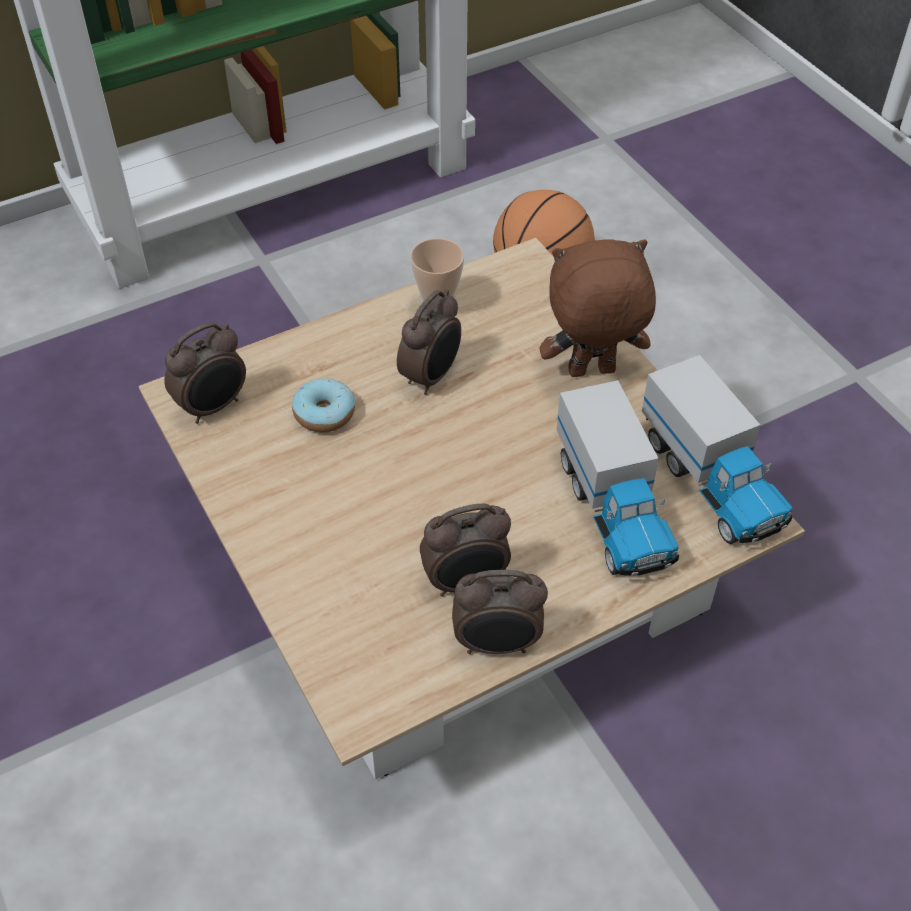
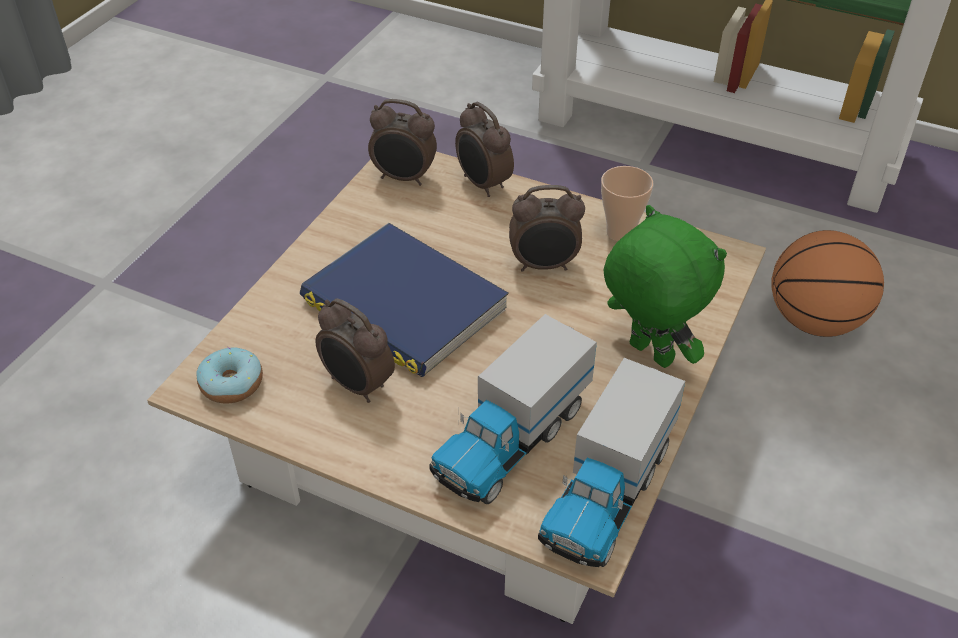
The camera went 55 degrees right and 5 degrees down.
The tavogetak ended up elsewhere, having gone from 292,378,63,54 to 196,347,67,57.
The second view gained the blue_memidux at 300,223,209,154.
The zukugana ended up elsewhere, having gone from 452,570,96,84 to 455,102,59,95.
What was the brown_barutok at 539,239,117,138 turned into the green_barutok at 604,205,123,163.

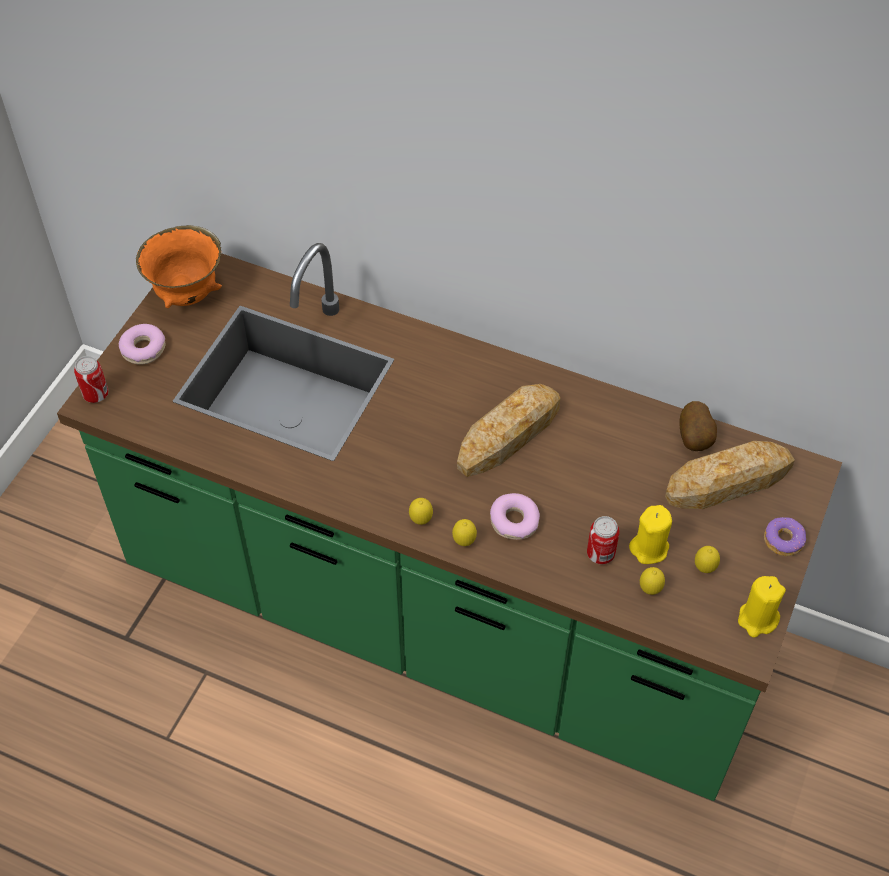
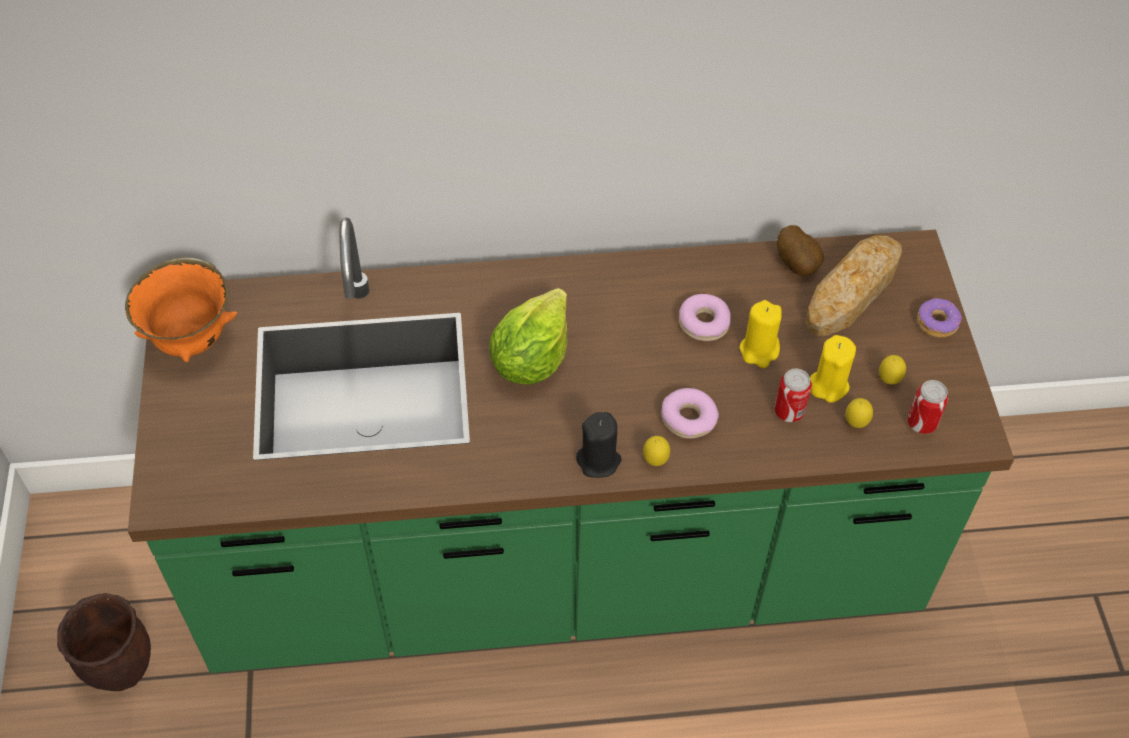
The camera went 30 degrees left and 0 degrees up.
The second view gained the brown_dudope at 57,593,94,98.
The second view gained the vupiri at 489,288,78,97.
Where the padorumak stood at 409,498,24,27, the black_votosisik came to stand at 576,412,46,66.
The tavogetak ended up elsewhere, having gone from 119,324,47,41 to 679,294,52,47.
The yellow_votosisik ended up elsewhere, having gone from 738,576,48,62 to 739,300,43,68.
The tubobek ended up elsewhere, having gone from 74,356,35,47 to 907,380,41,54.
The second view lost the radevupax at 457,384,103,93.

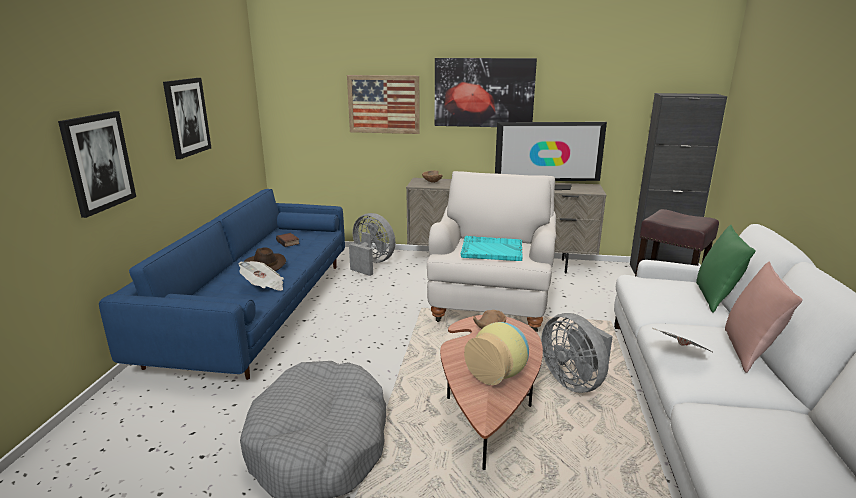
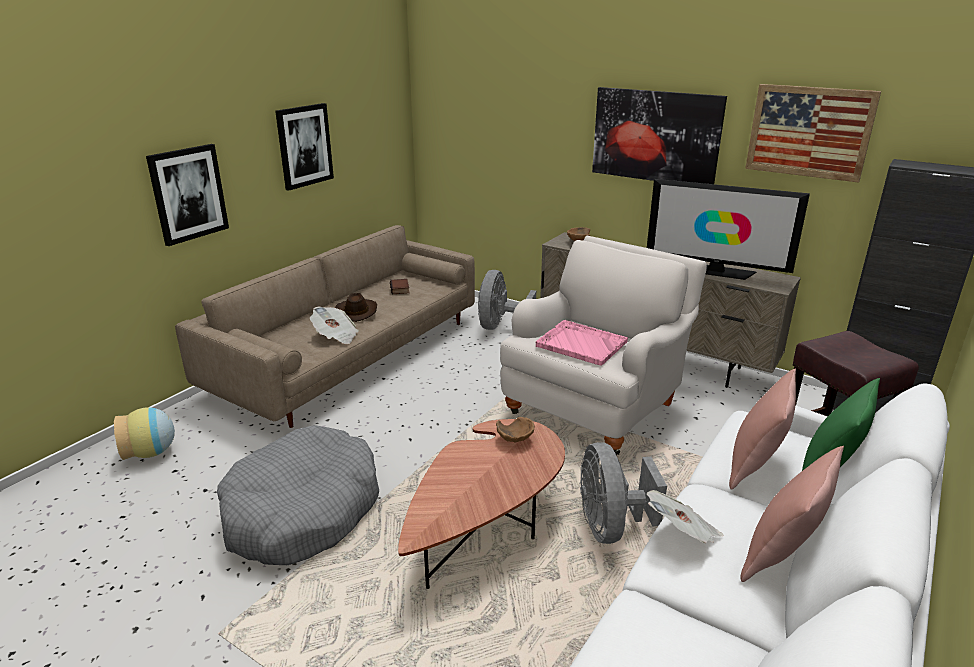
The camera went 25 degrees right and 5 degrees up.
The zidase ended up elsewhere, having gone from 464,322,65,63 to 114,407,61,53.
What was the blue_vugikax at 99,189,246,191 turned into the beige_vugikax at 175,225,300,203.
The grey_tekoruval at 349,213,47,63 ended up facing another way, 135 degrees counterclockwise from before.
What was the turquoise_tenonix at 461,236,62,25 turned into the pink_tenonix at 535,320,93,46.
The second view gained the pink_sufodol at 729,368,67,122.
The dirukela ended up elsewhere, having gone from 347,75,73,59 to 745,84,136,99.

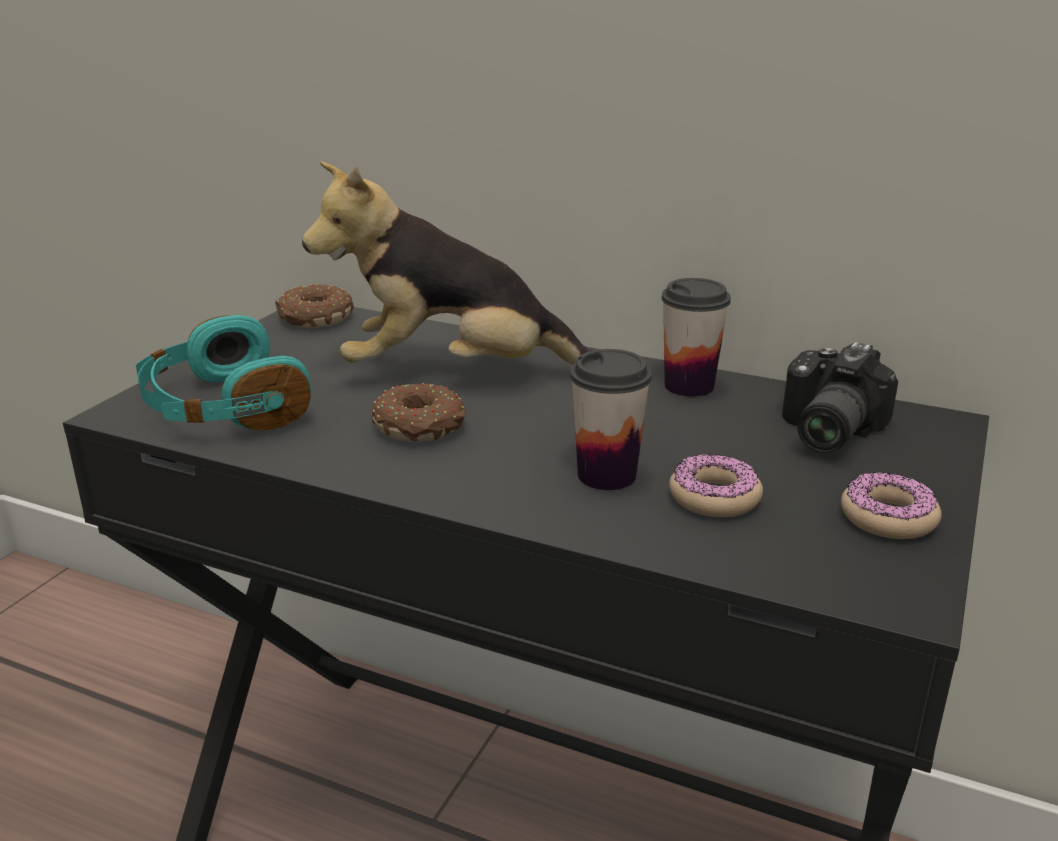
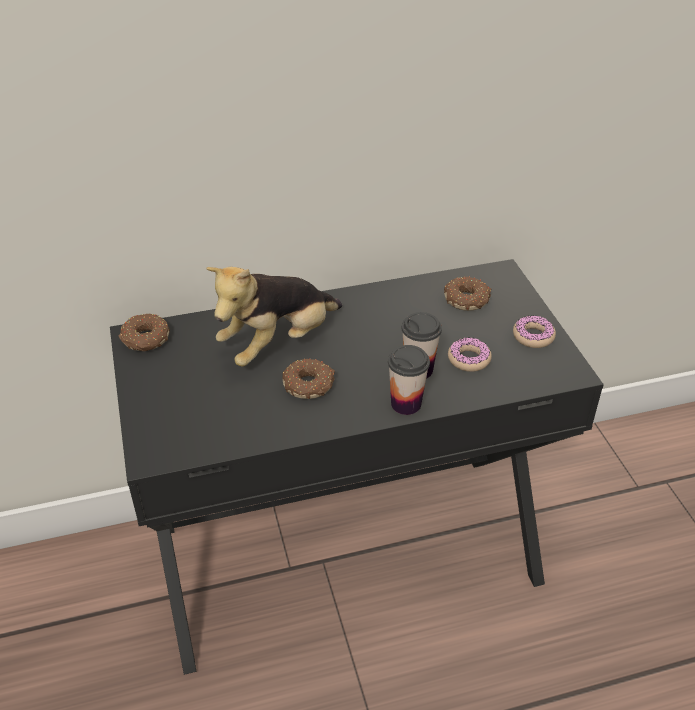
The camera went 40 degrees left and 15 degrees up.
The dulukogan ended up elsewhere, having gone from 662,278,69,119 to 388,345,42,70.
Where the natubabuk stood at 782,342,116,111, the tavogetak came to stand at 444,276,47,35.
The second view lost the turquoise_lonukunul at 136,315,175,116.

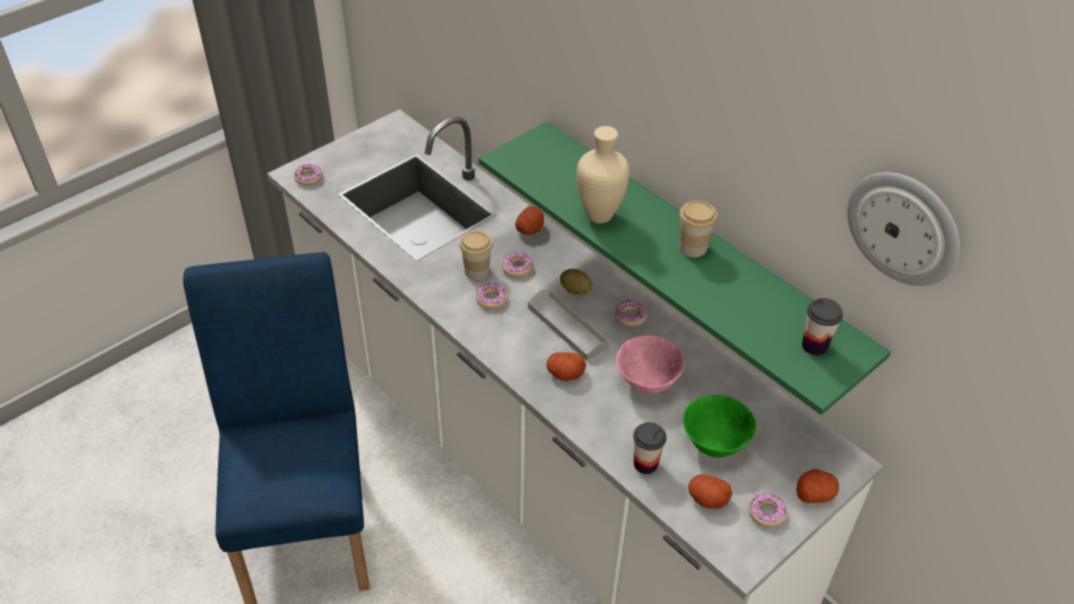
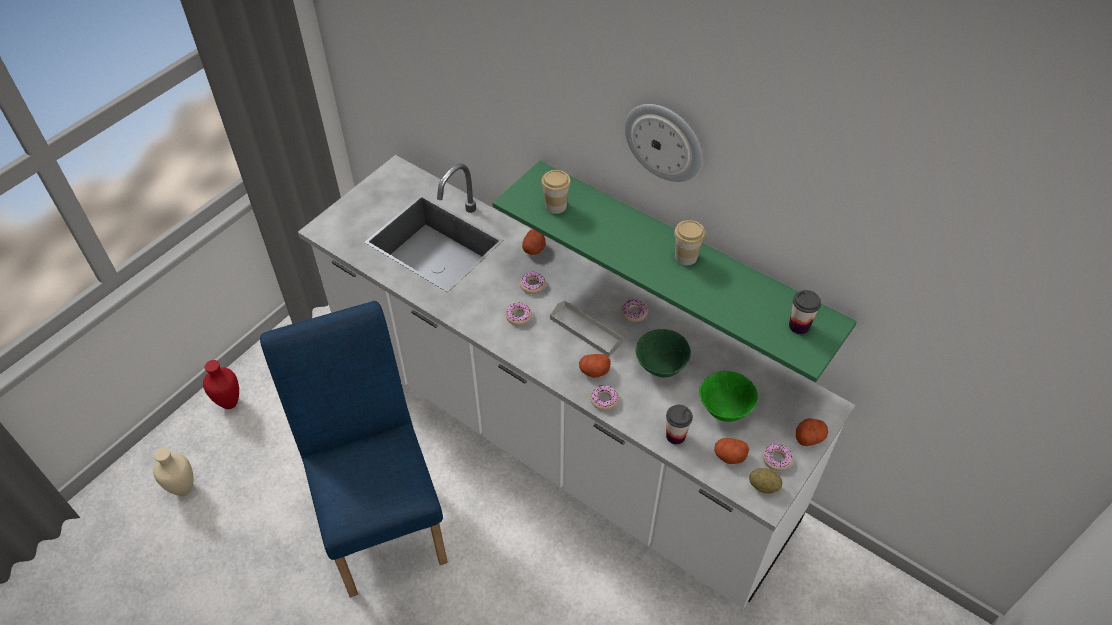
The camera went 10 degrees left and 5 degrees up.
The beige_zidase ended up elsewhere, having gone from 577,126,53,97 to 153,447,41,49.
The second view gained the red_zidase at 203,360,36,49.
The dulukogan ended up elsewhere, having gone from 459,231,34,49 to 541,170,30,44.
The tavogetak ended up elsewhere, having gone from 294,164,29,22 to 590,385,29,25.
The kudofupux ended up elsewhere, having gone from 847,172,113,114 to 625,104,77,78.
What was the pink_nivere at 616,335,69,59 turned into the green_nivere at 636,329,55,48.
The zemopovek ended up elsewhere, having gone from 560,269,32,26 to 749,468,33,25.

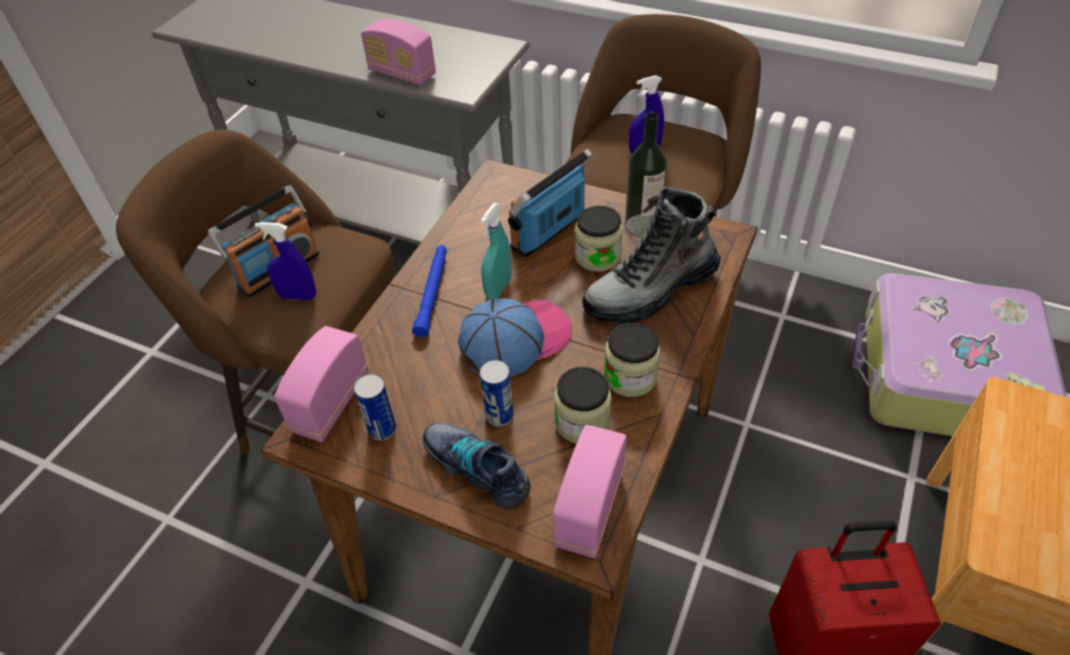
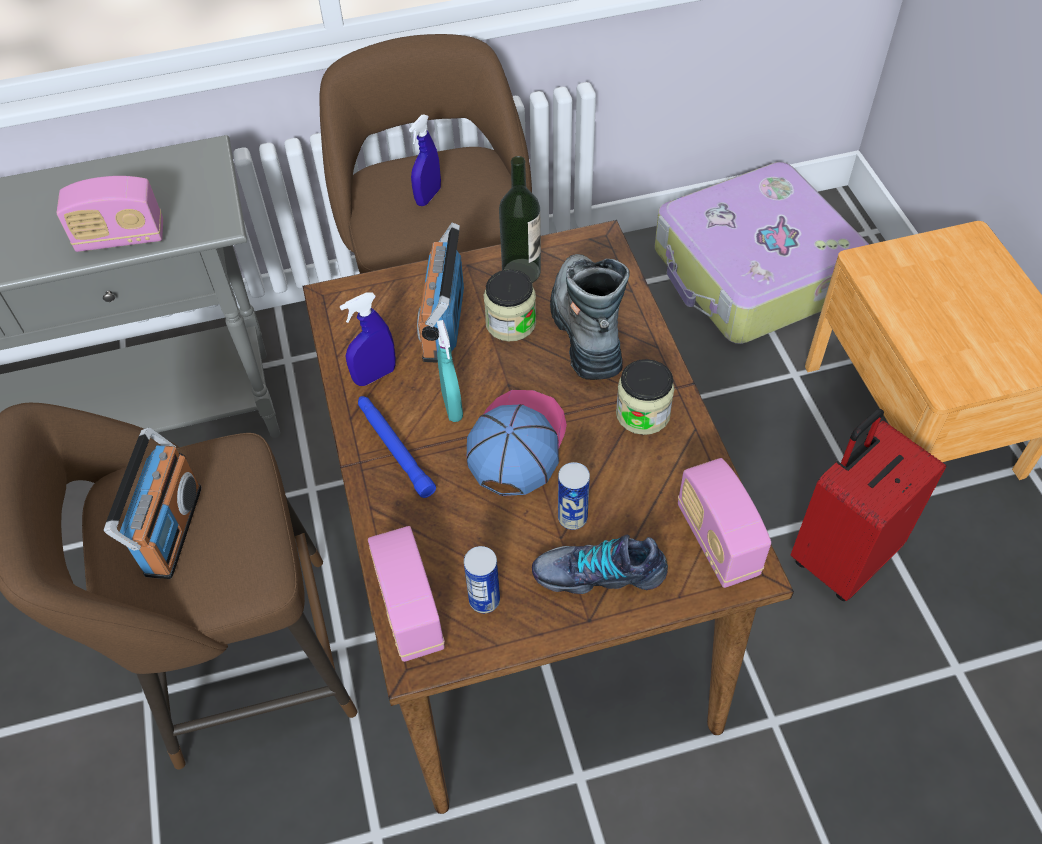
The camera went 40 degrees left and 5 degrees up.
The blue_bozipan ended up elsewhere, having gone from 255,222,61,78 to 340,292,56,94.
The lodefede at 582,187,139,137 ended up facing another way, 150 degrees clockwise from before.
The second view lost the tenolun at 554,367,58,76.

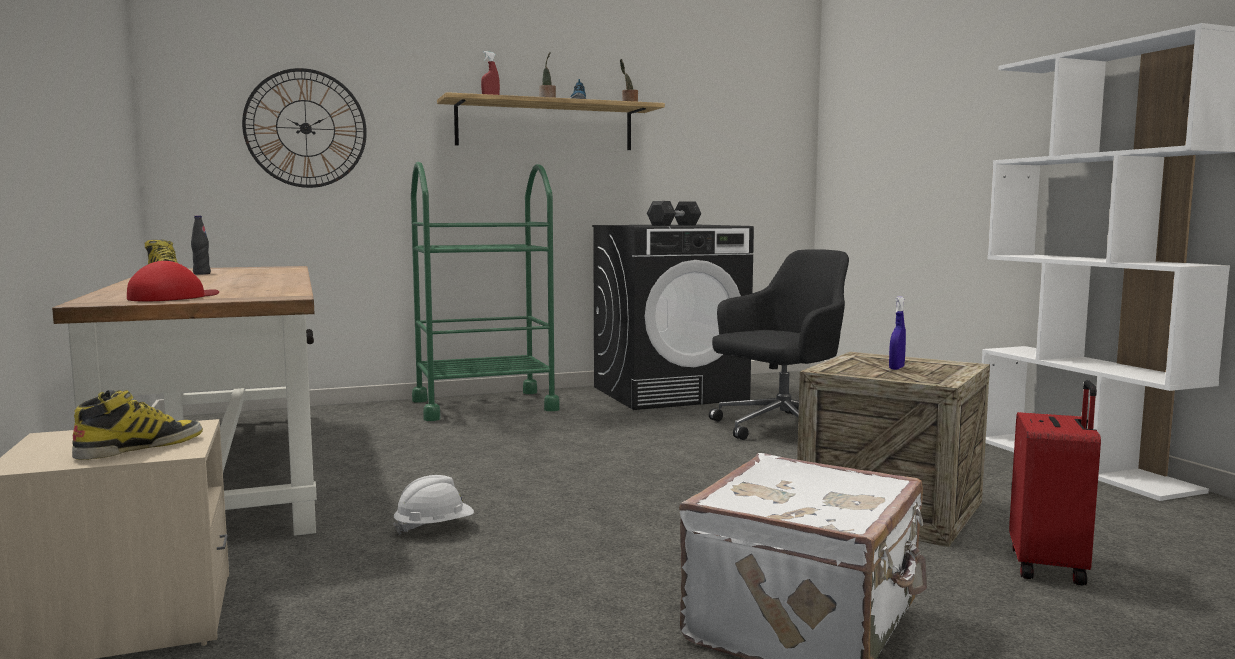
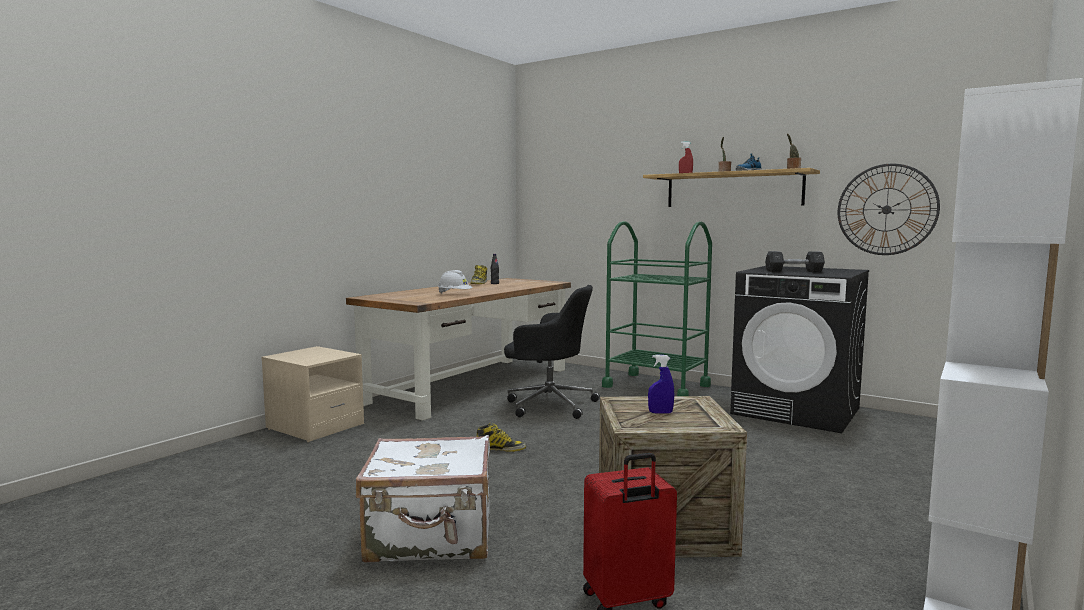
The camera went 55 degrees right and 0 degrees up.
The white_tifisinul ended up elsewhere, having gone from 393,475,81,60 to 438,270,35,24.
The lodefede ended up elsewhere, having gone from 72,390,131,70 to 476,423,50,29.
The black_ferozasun ended up elsewhere, having gone from 709,249,140,191 to 504,285,96,134.
The kudofupux ended up elsewhere, having gone from 242,68,125,120 to 838,164,102,91.
The second view lost the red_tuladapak at 127,261,92,40.

